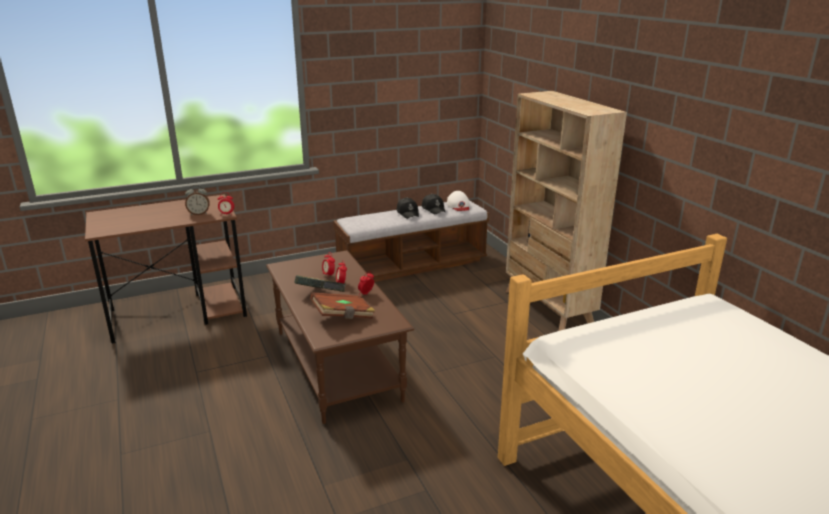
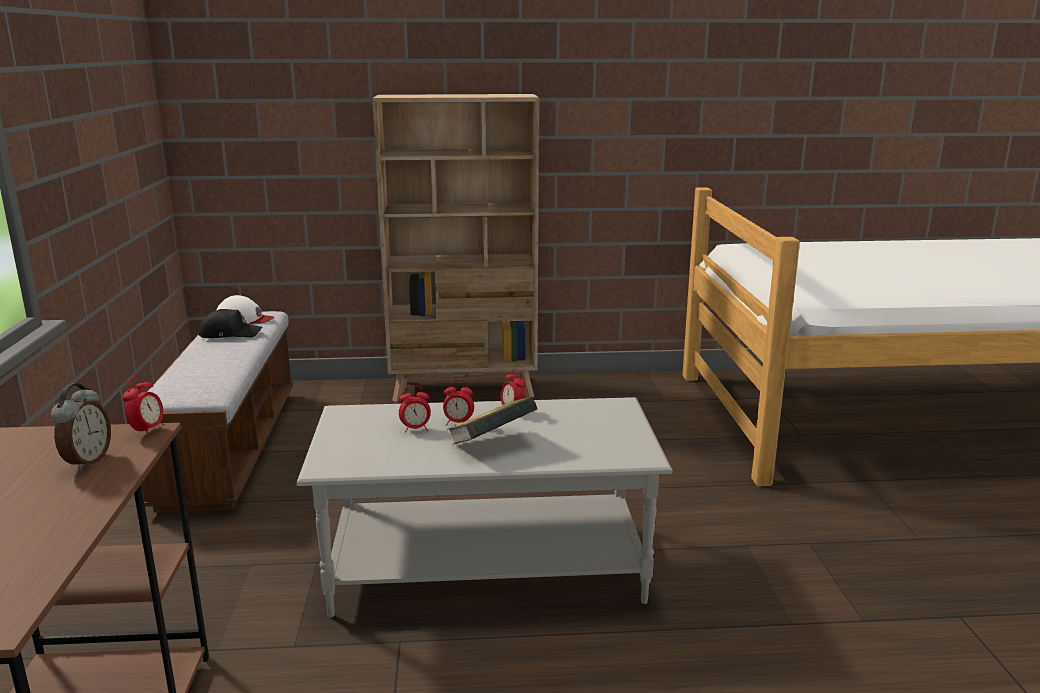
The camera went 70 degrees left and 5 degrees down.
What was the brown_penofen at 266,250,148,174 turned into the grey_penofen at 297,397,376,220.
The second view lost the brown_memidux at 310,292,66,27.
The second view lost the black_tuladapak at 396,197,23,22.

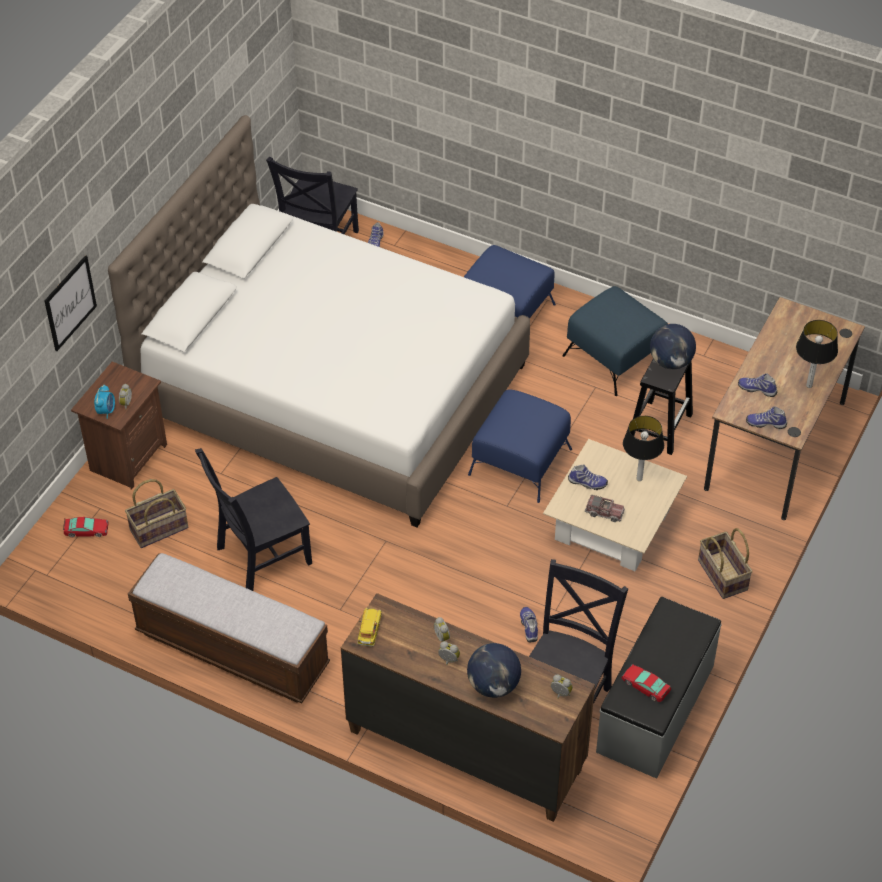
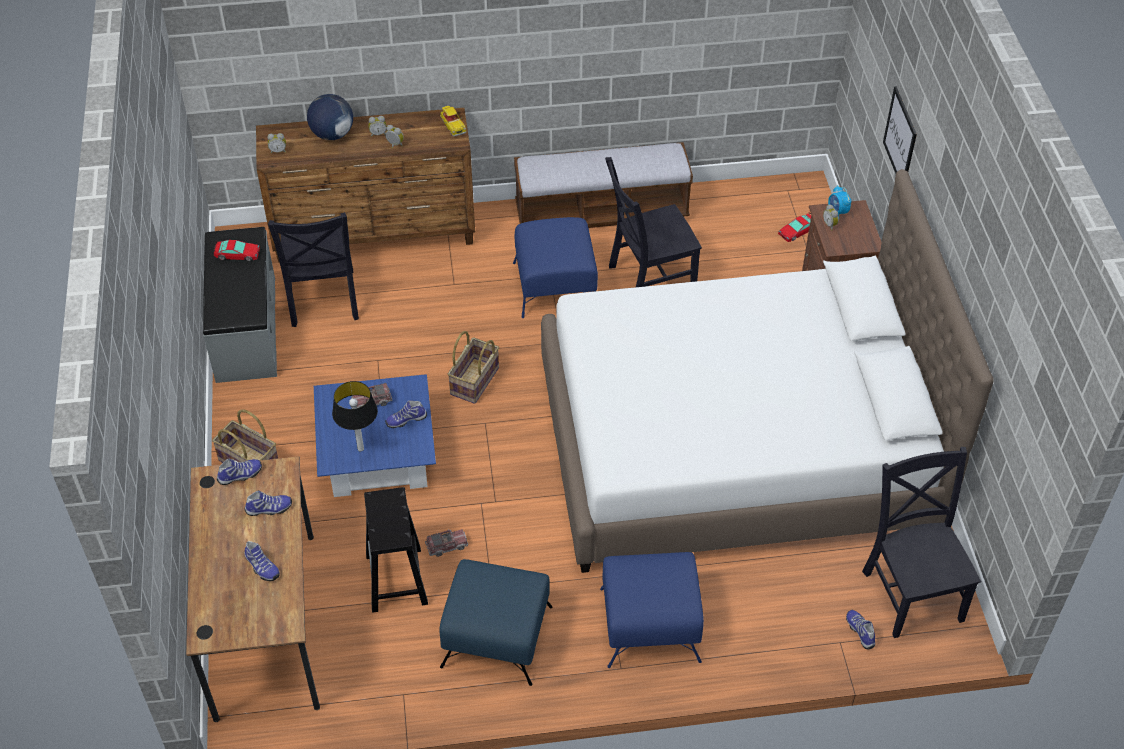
The camera went 145 degrees right and 0 degrees up.
The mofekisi ended up elsewhere, having gone from 520,607,18,35 to 244,541,36,40.
What was the beige_penofen at 543,439,144,132 turned into the blue_penofen at 314,374,122,123.
The second view gained the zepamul at 425,529,43,28.
The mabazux ended up elsewhere, having gone from 125,479,63,69 to 448,331,51,73.
The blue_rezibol ended up elsewhere, having gone from 468,389,104,114 to 513,217,85,101.
The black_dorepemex at 195,448,117,143 ended up facing another way, 135 degrees counterclockwise from before.
The second view lost the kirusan at 650,324,46,46.
The second view lost the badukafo at 796,320,42,68.

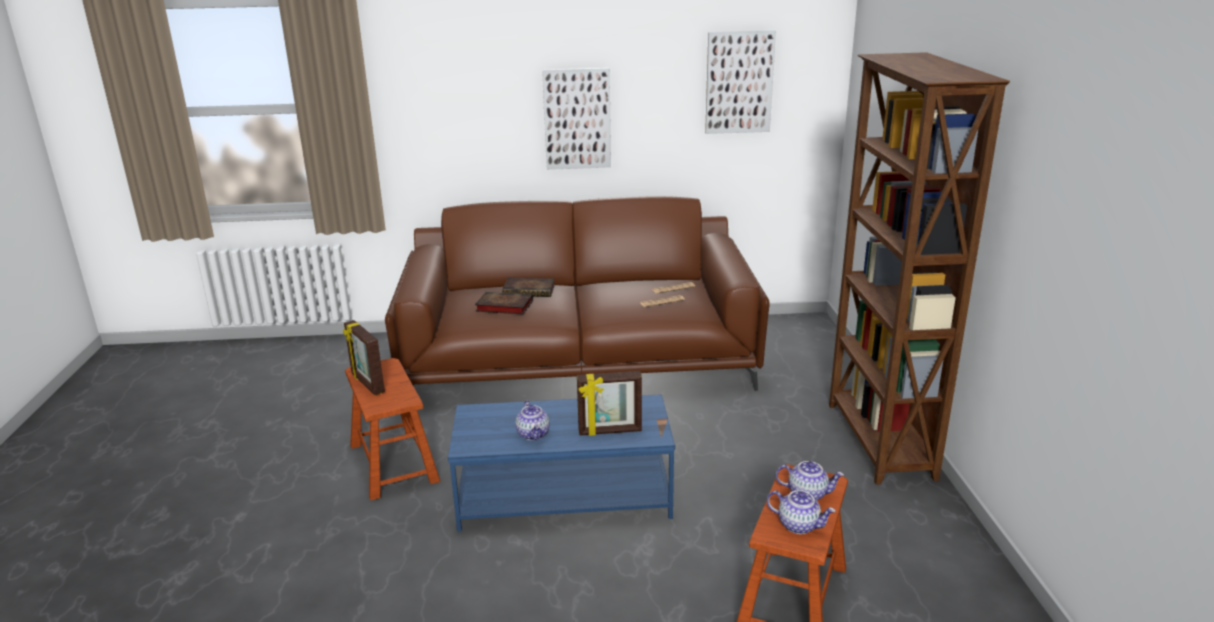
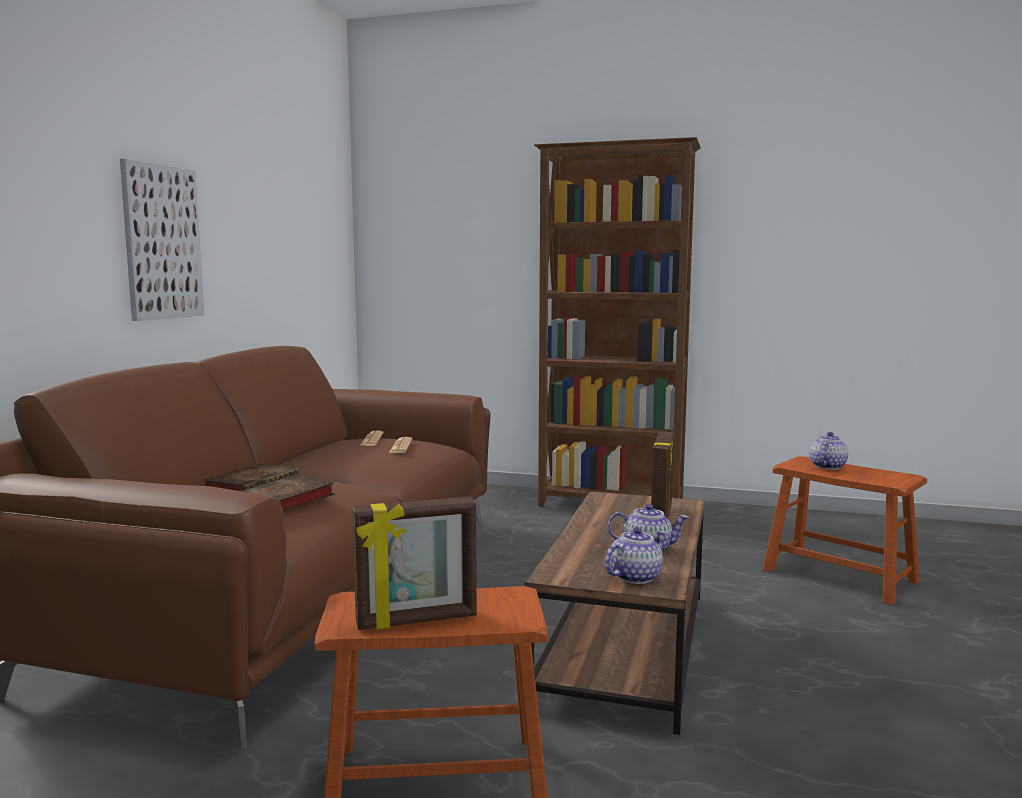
The camera went 70 degrees left and 15 degrees down.
What was the blue_penofen at 448,394,227,138 turned into the brown_penofen at 524,491,181,244.
The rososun ended up elsewhere, having gone from 767,490,68,44 to 604,527,62,57.
The second view lost the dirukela at 705,30,71,104.

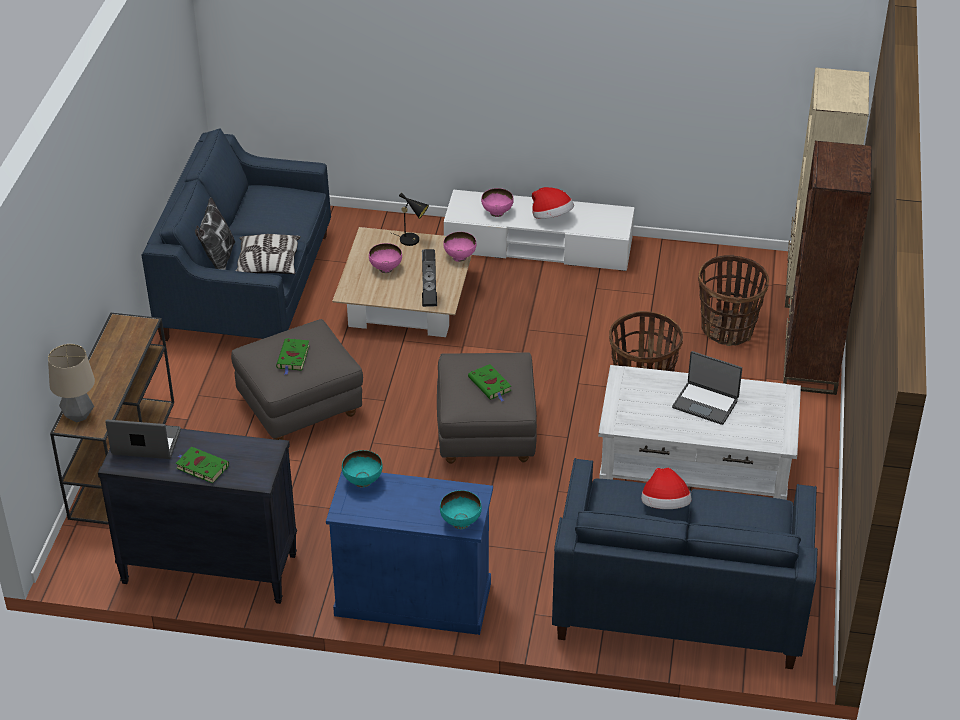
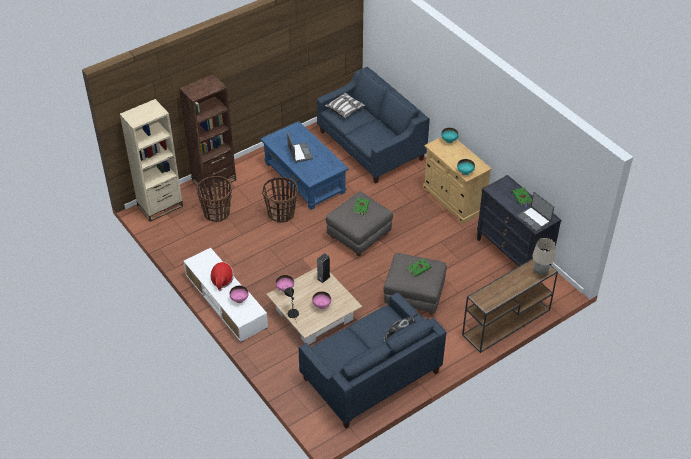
The camera went 135 degrees left and 5 degrees up.
What was the white_penofen at 598,365,203,135 turned into the blue_penofen at 261,121,88,89.
The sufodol ended up elsewhere, having gone from 236,234,65,40 to 325,93,40,26.
What was the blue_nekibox at 326,471,167,164 turned into the beige_nekibox at 423,137,69,87.
The second view lost the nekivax at 641,468,51,41.

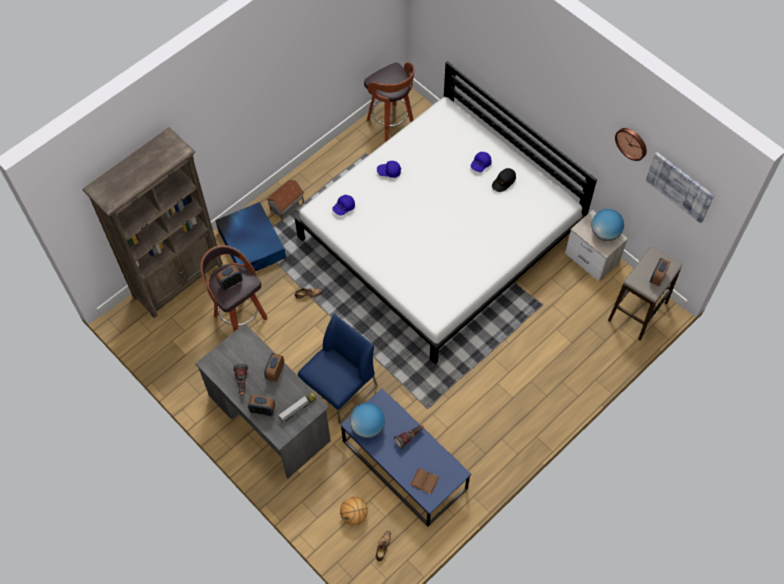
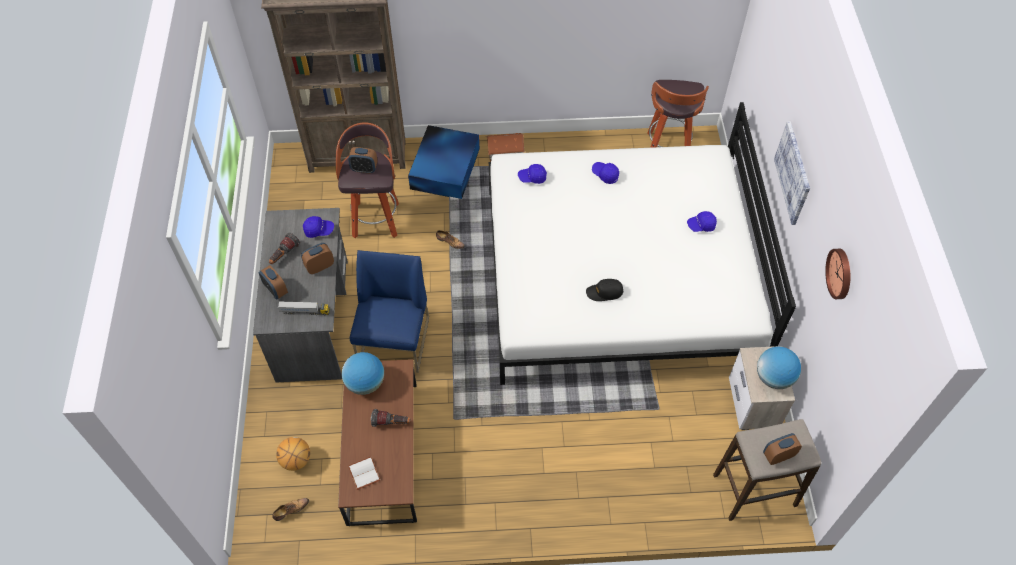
The camera went 40 degrees right and 5 degrees down.
The second view gained the blue_tuladapak at 303,216,31,22.
What was the blue_penofen at 340,388,131,139 turned into the brown_penofen at 338,359,79,167.
What was the brown_memidux at 411,468,28,26 turned into the white_memidux at 348,457,32,33.
The blue_dorepemex at 298,314,79,110 ended up facing another way, 75 degrees counterclockwise from before.
The black_tuladapak ended up elsewhere, having gone from 492,168,24,24 to 586,279,38,22.
The dirukela ended up elsewhere, having gone from 646,152,68,71 to 774,121,36,104.

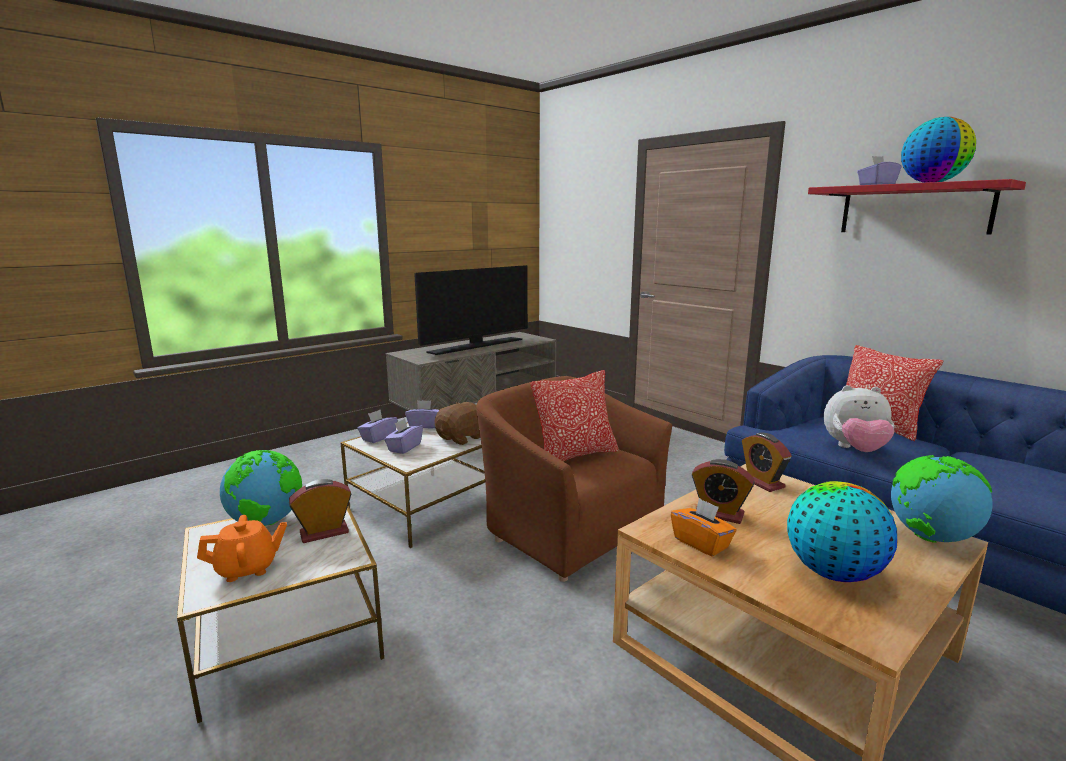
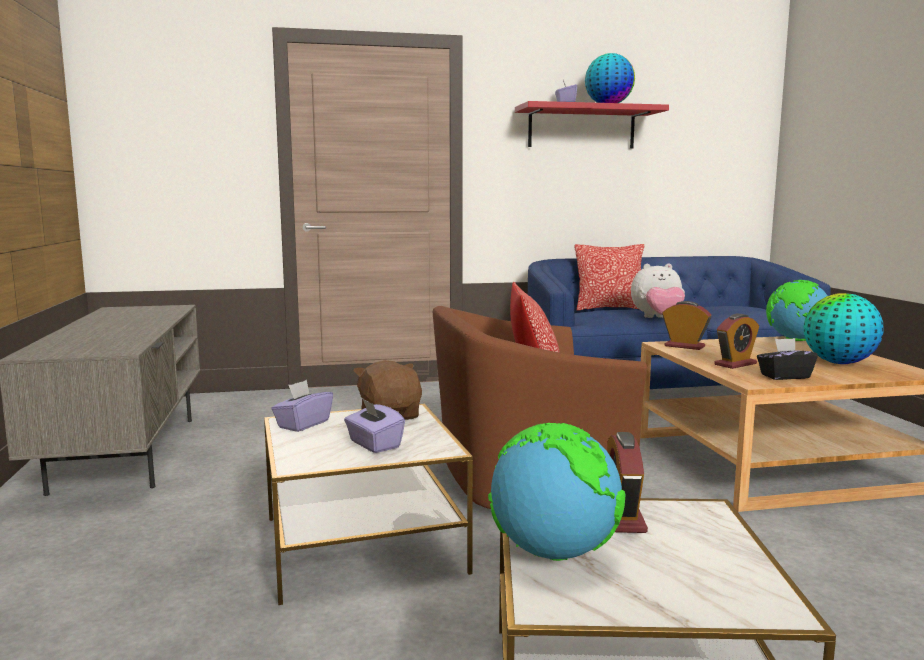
The camera went 60 degrees left and 5 degrees down.
The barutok at 824,385,71,67 ended up facing another way, 45 degrees clockwise from before.
The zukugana at 742,433,50,59 ended up facing another way, 150 degrees counterclockwise from before.
What was the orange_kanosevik at 671,498,66,59 turned into the black_kanosevik at 757,338,61,42.
The second view lost the orange_rososun at 197,515,90,67.
The second view lost the purple_kanosevik at 357,410,41,33.
The second view lost the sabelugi at 414,265,114,90.

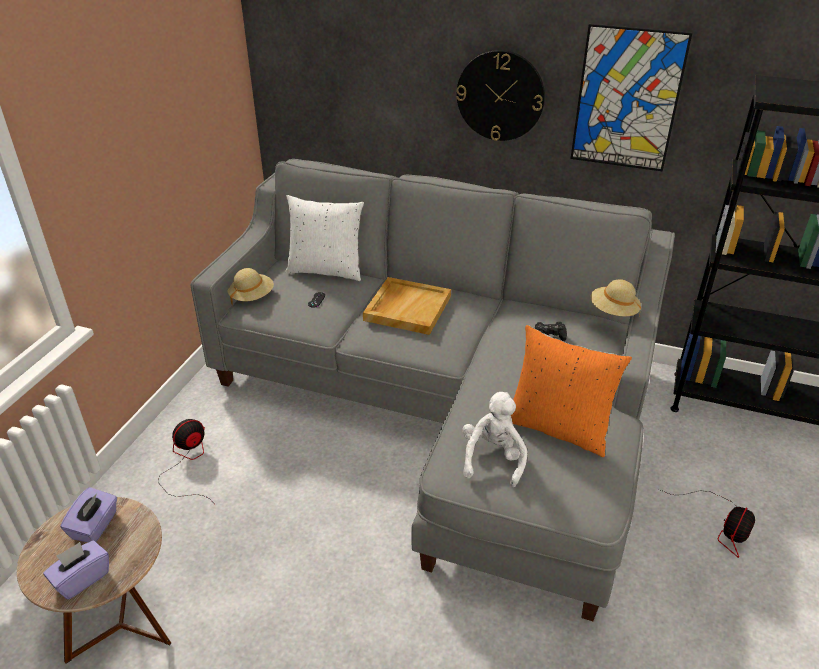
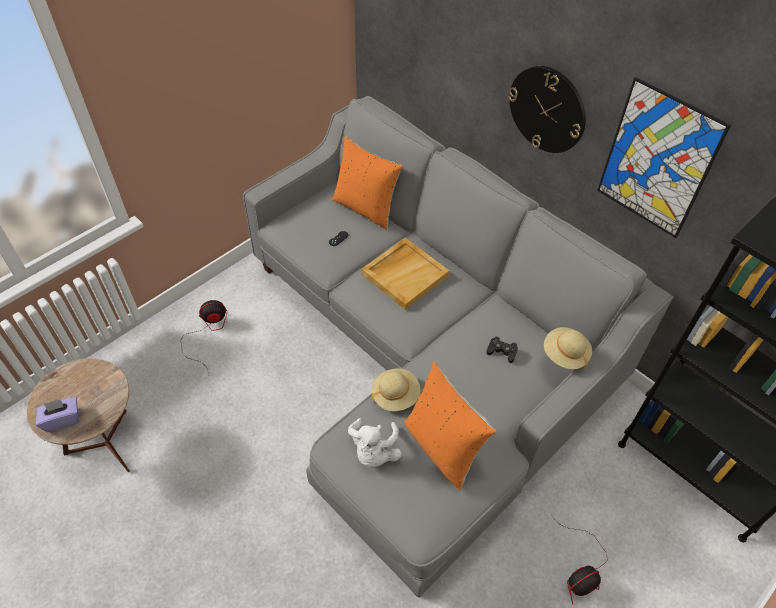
The camera went 25 degrees right and 15 degrees up.
What was the white_sufodol at 285,195,79,86 turned into the orange_sufodol at 332,136,71,94.
The white_barutok at 462,392,65,95 ended up facing another way, 150 degrees clockwise from before.
The beige_nekivax ended up elsewhere, having gone from 227,268,47,38 to 372,368,48,43.
The second view lost the purple_kanosevik at 60,487,57,55.

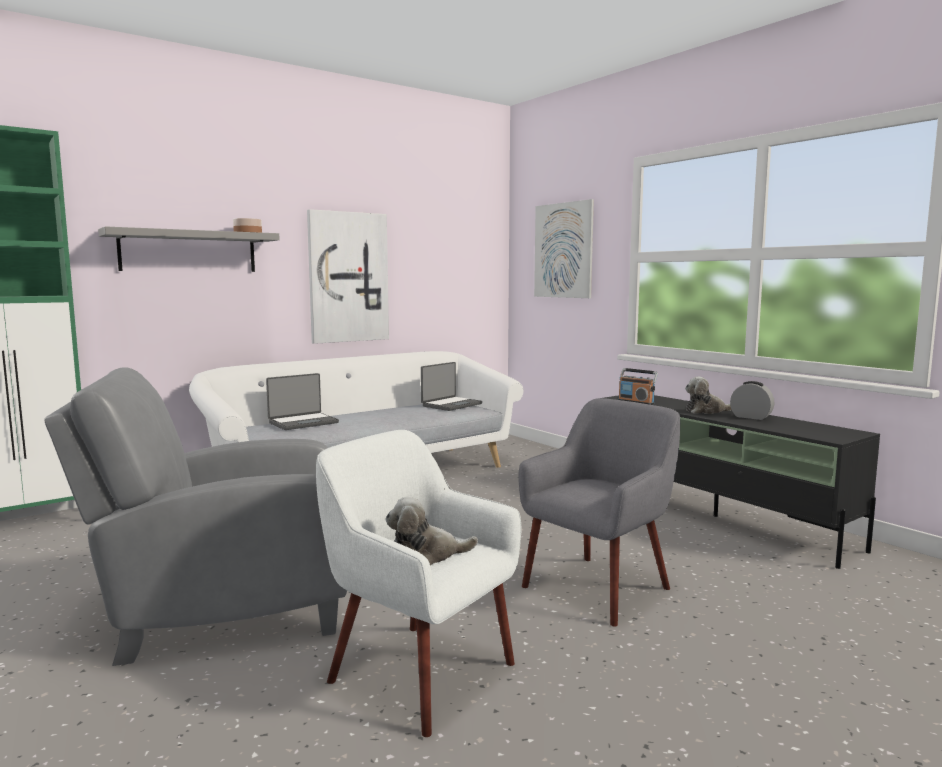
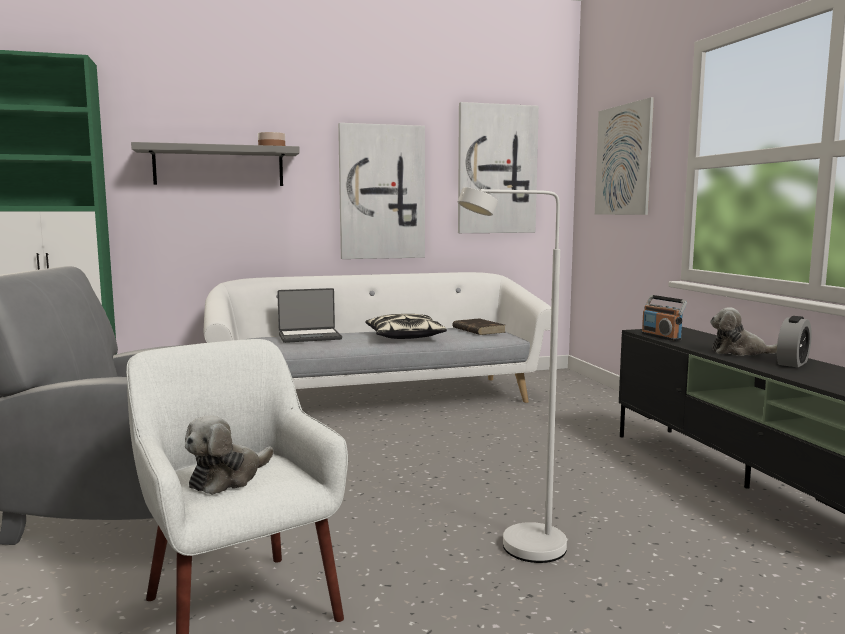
The camera went 20 degrees right and 0 degrees up.
The barutok at 385,497,93,69 ended up facing another way, 60 degrees counterclockwise from before.
The second view gained the sufodol at 366,314,81,25.
Where the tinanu stood at 421,362,61,49, the brown_memidux came to stand at 452,318,53,17.
The second view gained the dirukela at 458,102,81,131.
Where the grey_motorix stood at 518,398,162,229, the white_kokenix came to stand at 458,187,109,376.
The zukugana at 730,381,45,39 ended up facing another way, 75 degrees clockwise from before.

